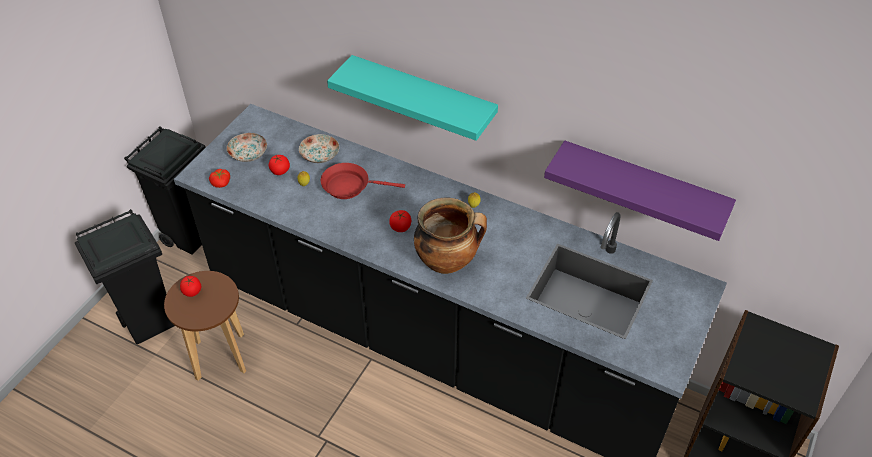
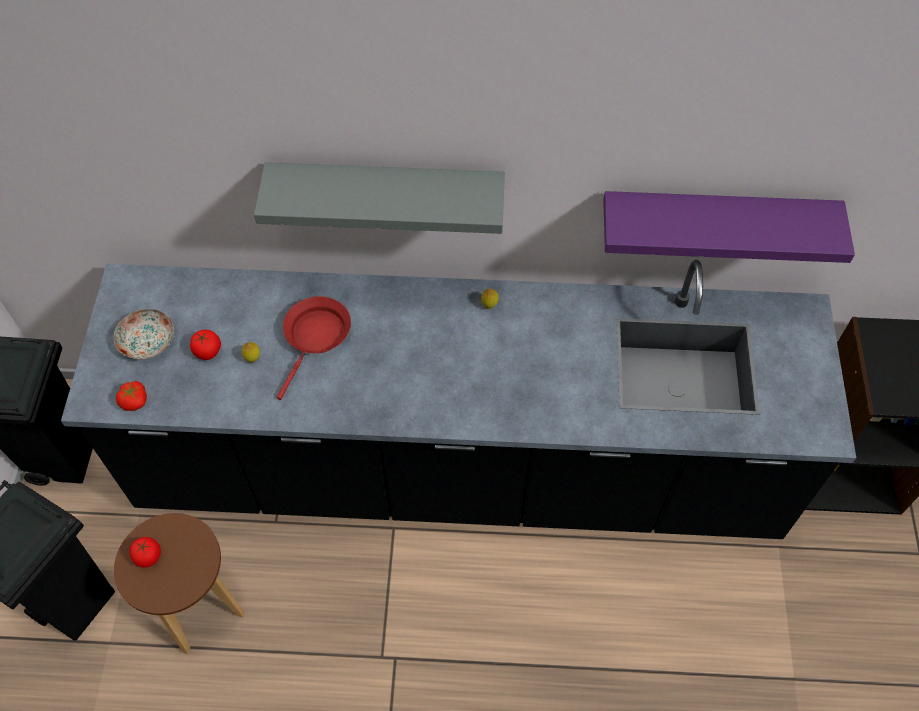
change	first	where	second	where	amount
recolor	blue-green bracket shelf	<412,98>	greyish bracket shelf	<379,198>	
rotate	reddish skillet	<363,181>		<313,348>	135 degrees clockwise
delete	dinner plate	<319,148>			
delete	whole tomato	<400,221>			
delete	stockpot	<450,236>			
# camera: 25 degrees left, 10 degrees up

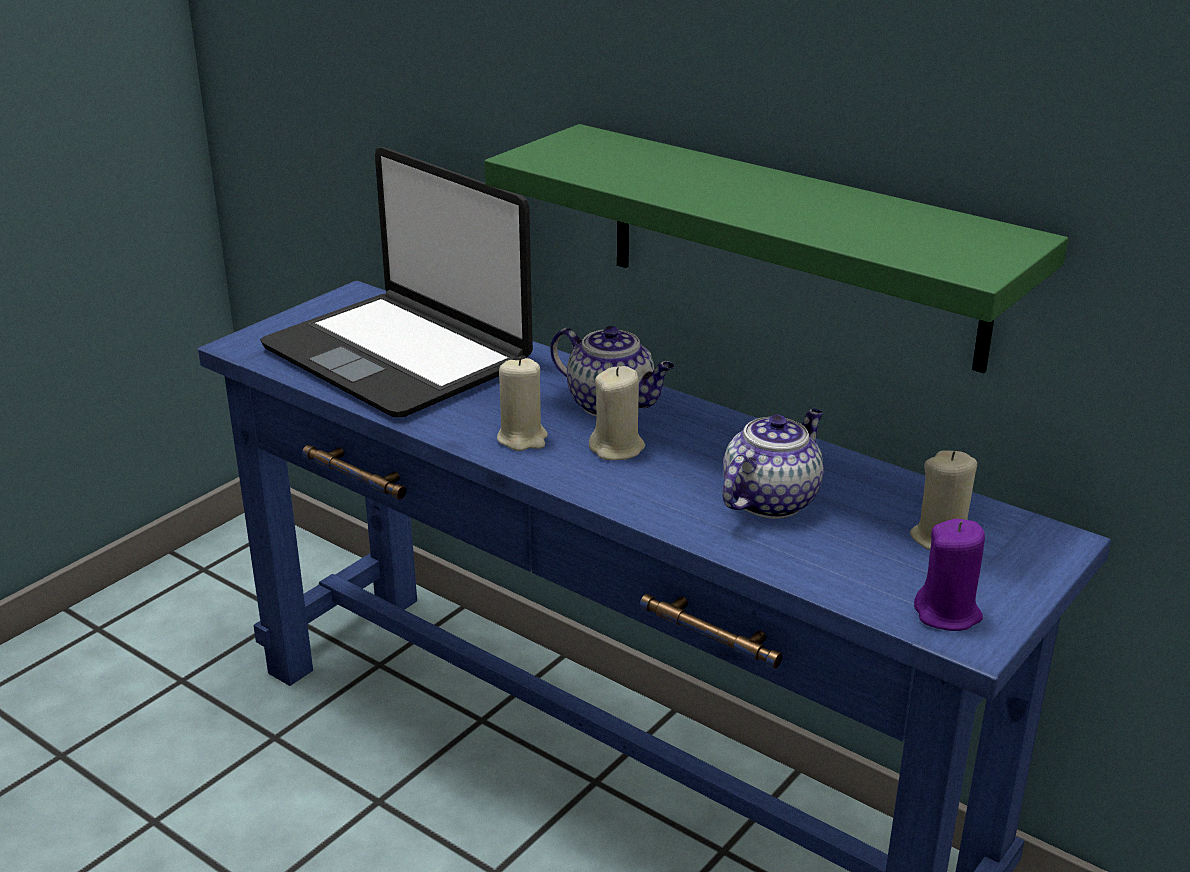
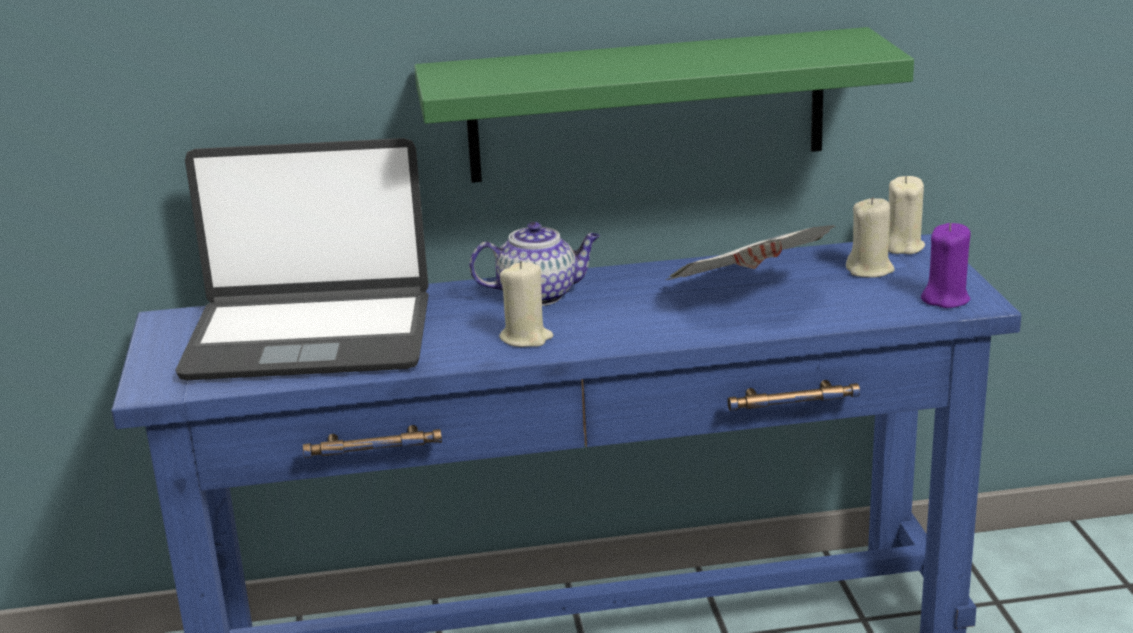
change	first	where	second	where	amount
replace	tea pot	<773,464>	daily paper	<750,252>	
move	sand-coloured wax candle	<617,413>		<906,215>	
# camera: 45 degrees left, 5 degrees down

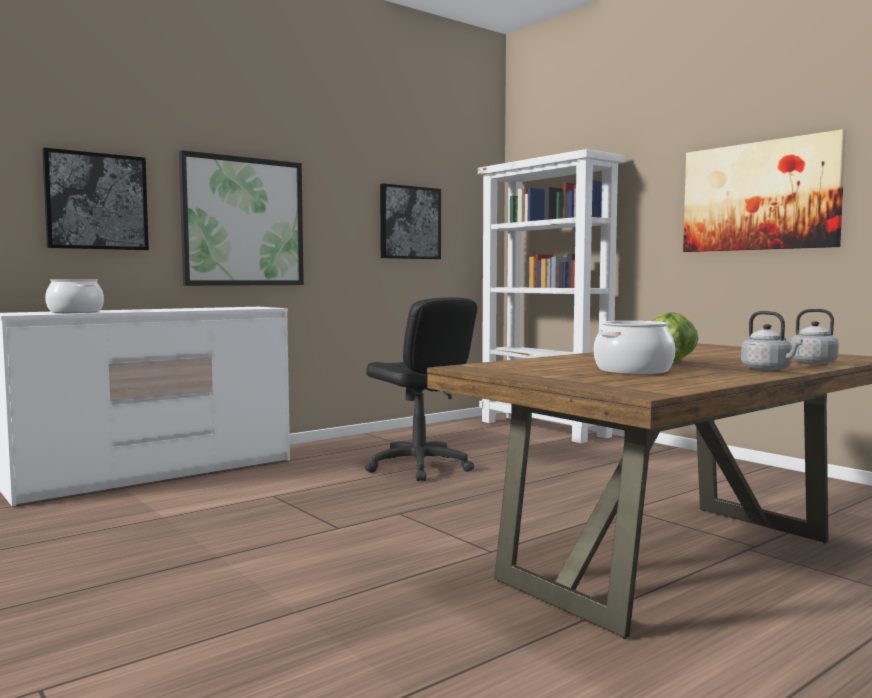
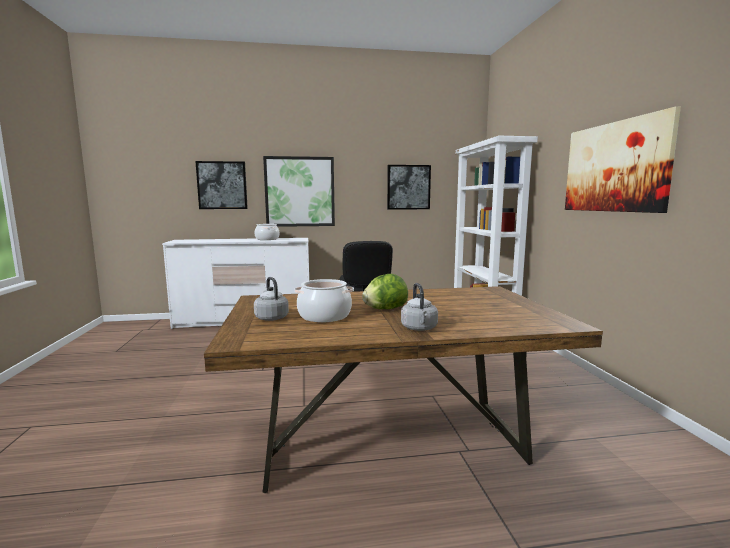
change	first	where	second	where	amount
move	stockpot	<74,296>		<266,232>	
move	greyish water kettle	<808,336>		<271,299>	
# camera: 30 degrees right, 5 degrees up

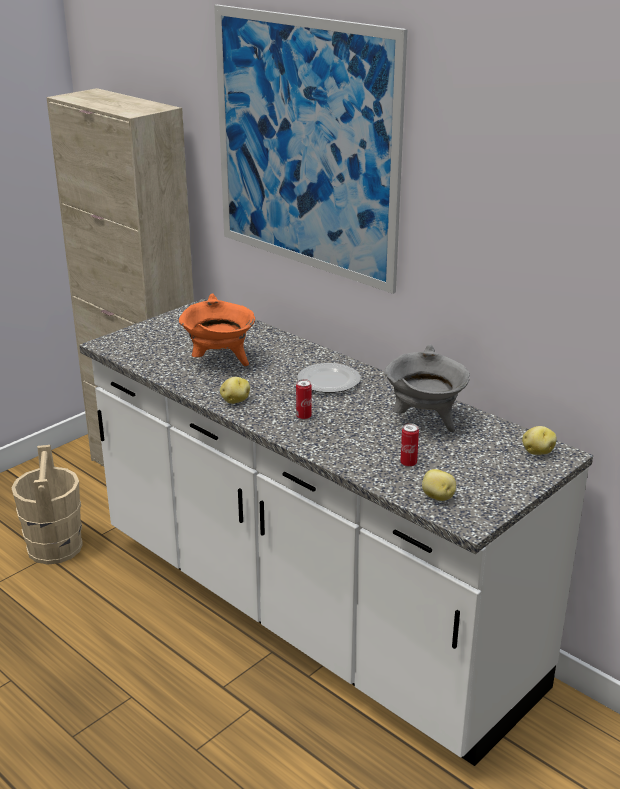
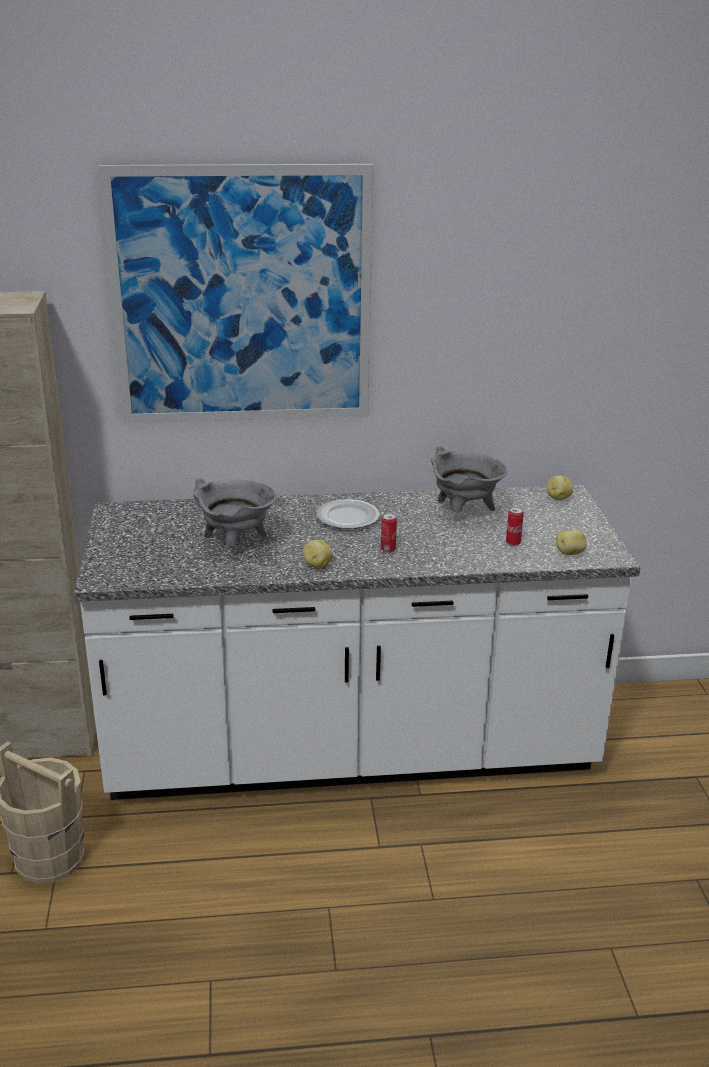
change	first	where	second	where	amount
recolor	orangey stockpot	<217,329>	greyish stockpot	<235,512>	
# camera: 50 degrees left, 0 degrees up

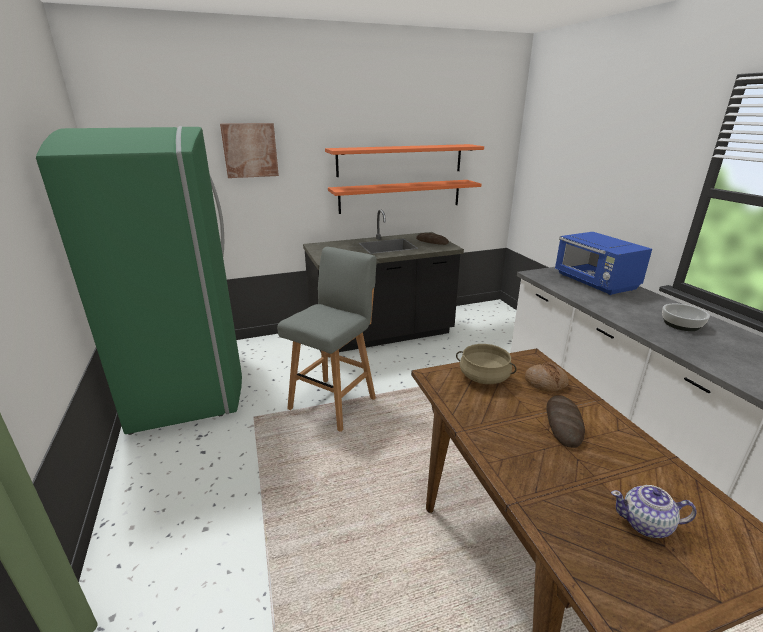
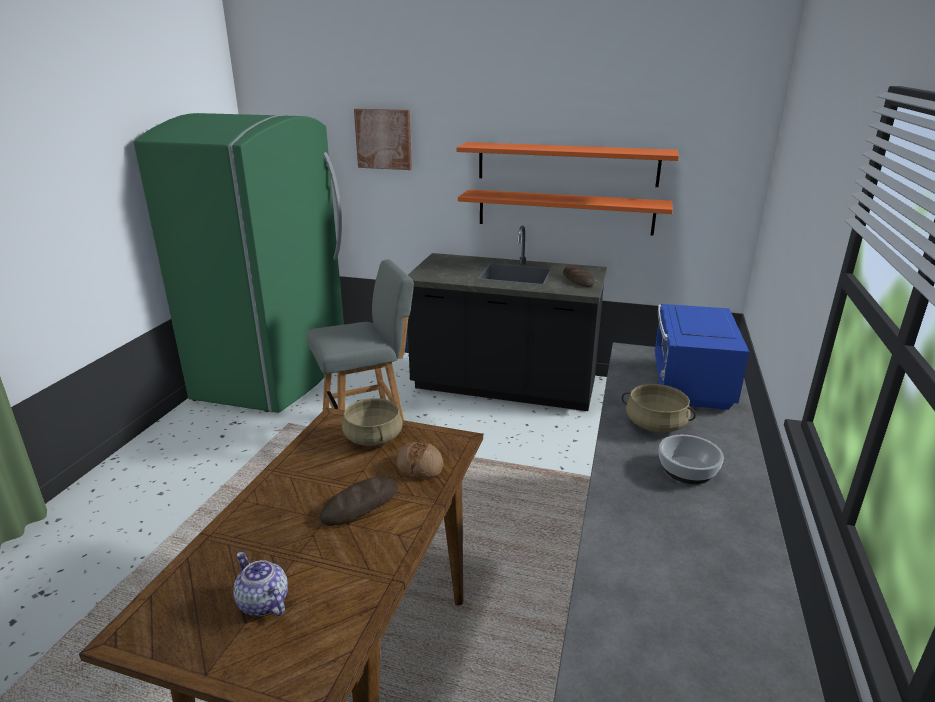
change	first	where	second	where	amount
insert			sand-coloured stockpot	<658,408>	
# camera: 35 degrees right, 0 degrees up

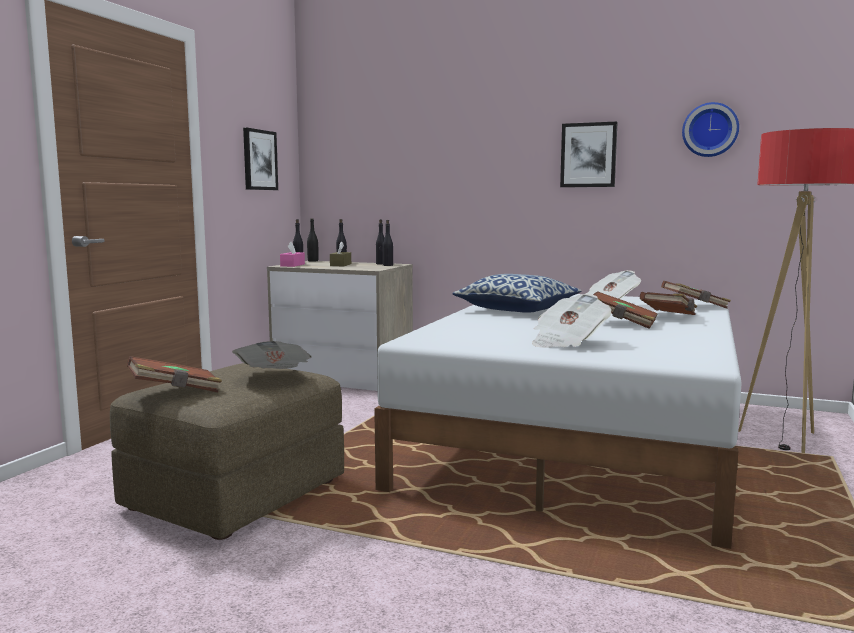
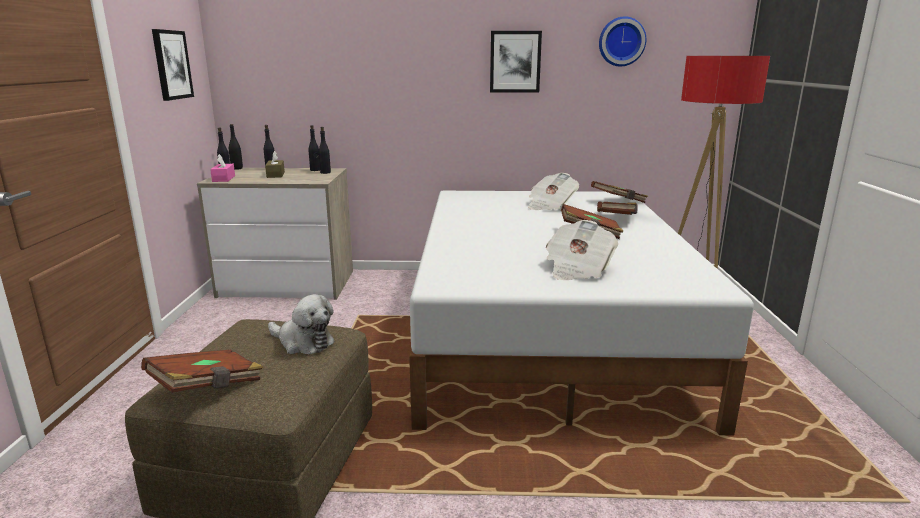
change	first	where	second	where	amount
replace	daily paper	<272,355>	soft toy	<301,324>	
delete	throw pillow	<516,293>			
# camera: 20 degrees left, 10 degrees up

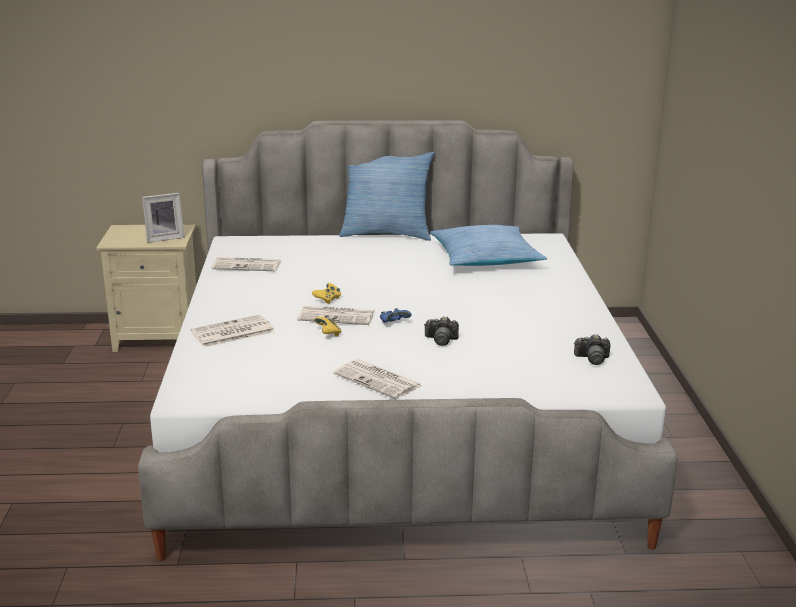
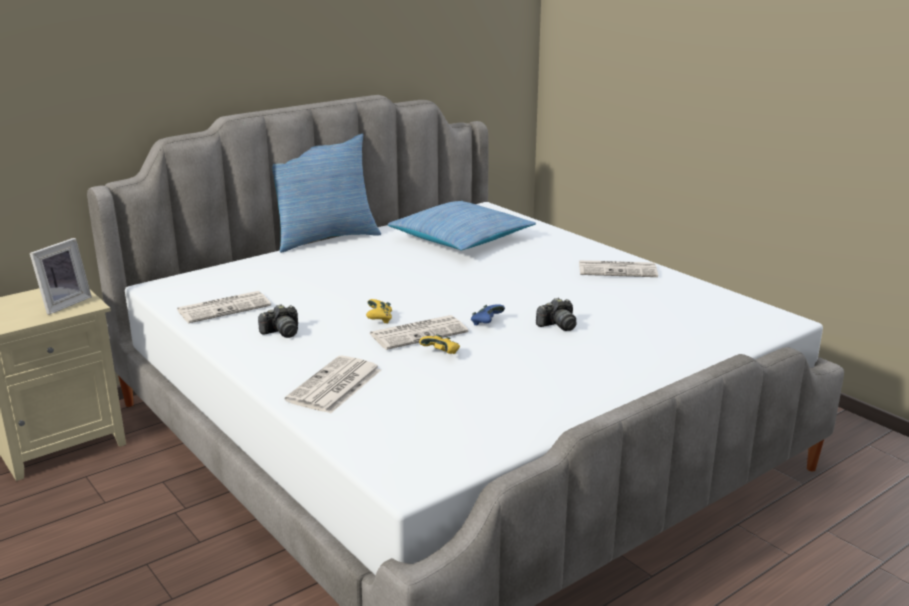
change	first	where	second	where	amount
move	photo camera	<592,349>		<278,321>	
move	daily paper	<377,379>		<618,268>	
# camera: 35 degrees left, 0 degrees up

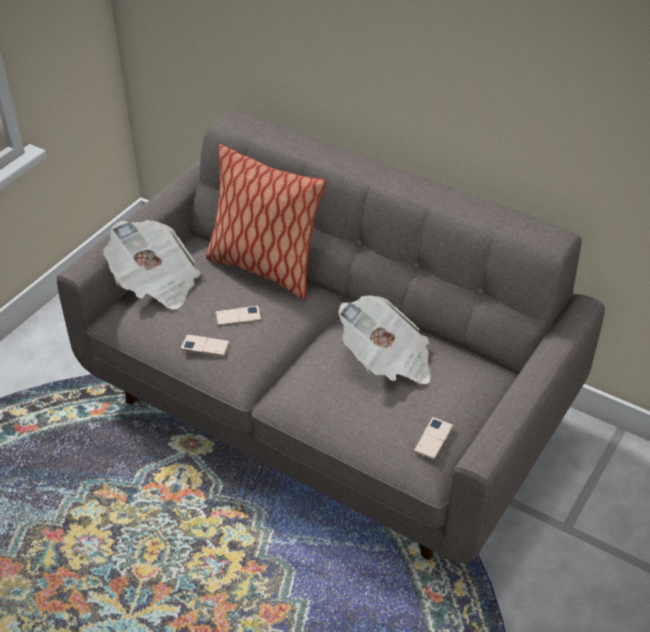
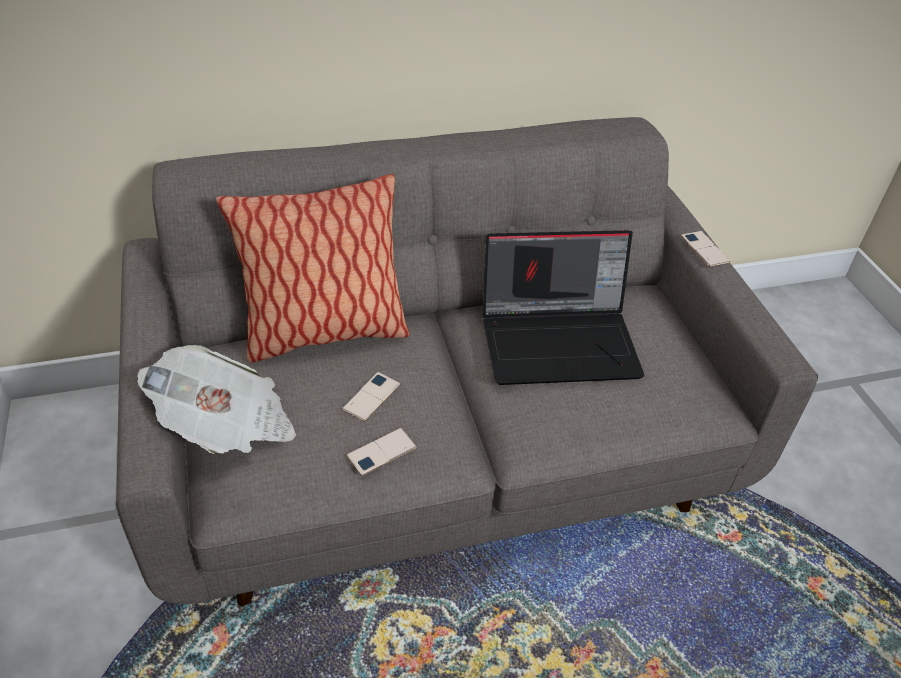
change	first	where	second	where	amount
replace	daily paper	<384,339>	laptop	<563,307>	
move	telephone	<433,438>		<705,249>	
# camera: 50 degrees left, 0 degrees up

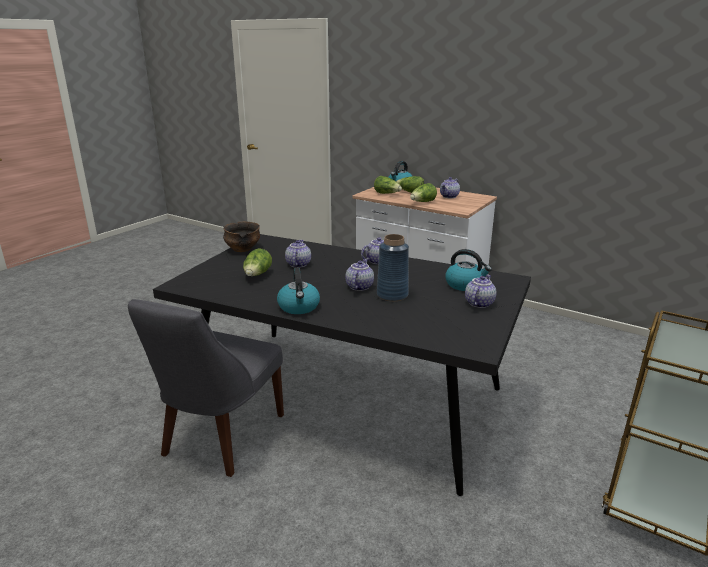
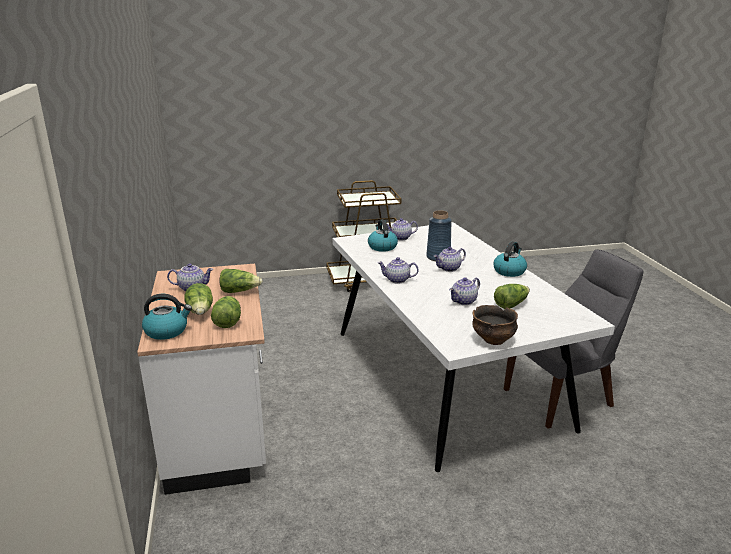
change	first	where	second	where	amount
recolor	black-coloured kitchen table	<342,365>	white-coloured kitchen table	<473,347>	
# camera: 135 degrees left, 0 degrees up

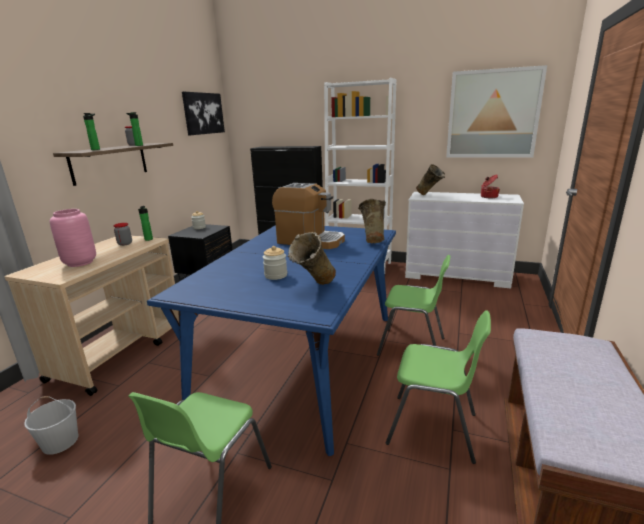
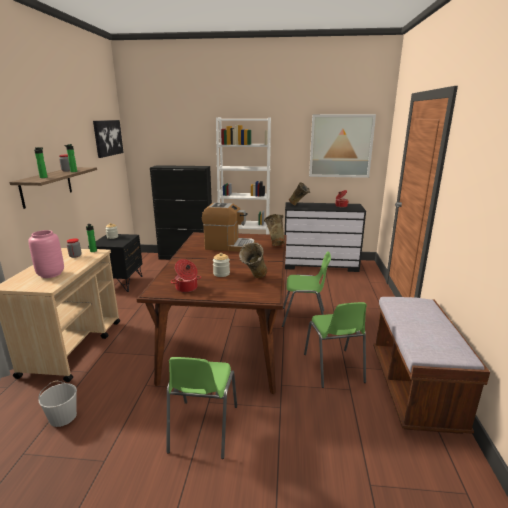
change	first	where	second	where	amount
recolor	bluish kitchen table	<271,340>	brown kitchen table	<212,313>	
insert			stockpot	<186,275>	
recolor	white-coloured dresser	<464,240>	black-coloured dresser	<325,237>	
rotate	green-coloured chair	<438,387>		<335,345>	75 degrees clockwise
# camera: 15 degrees left, 0 degrees up

